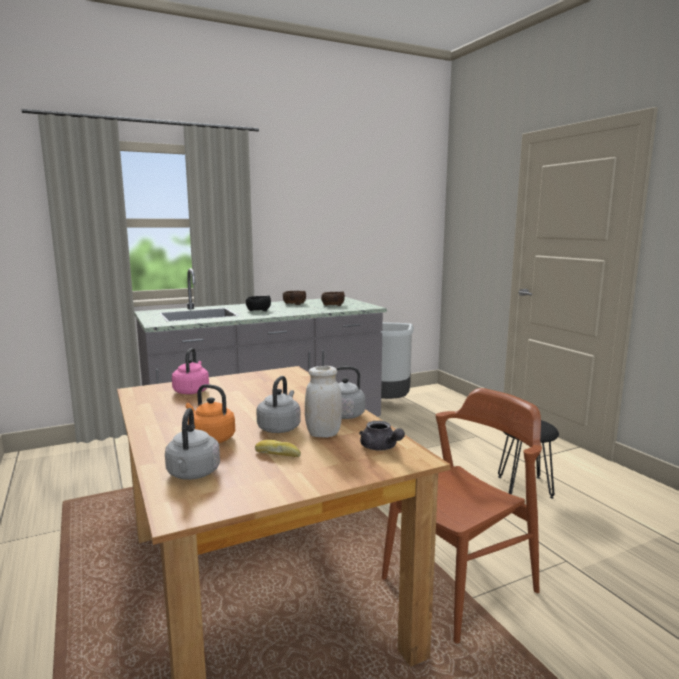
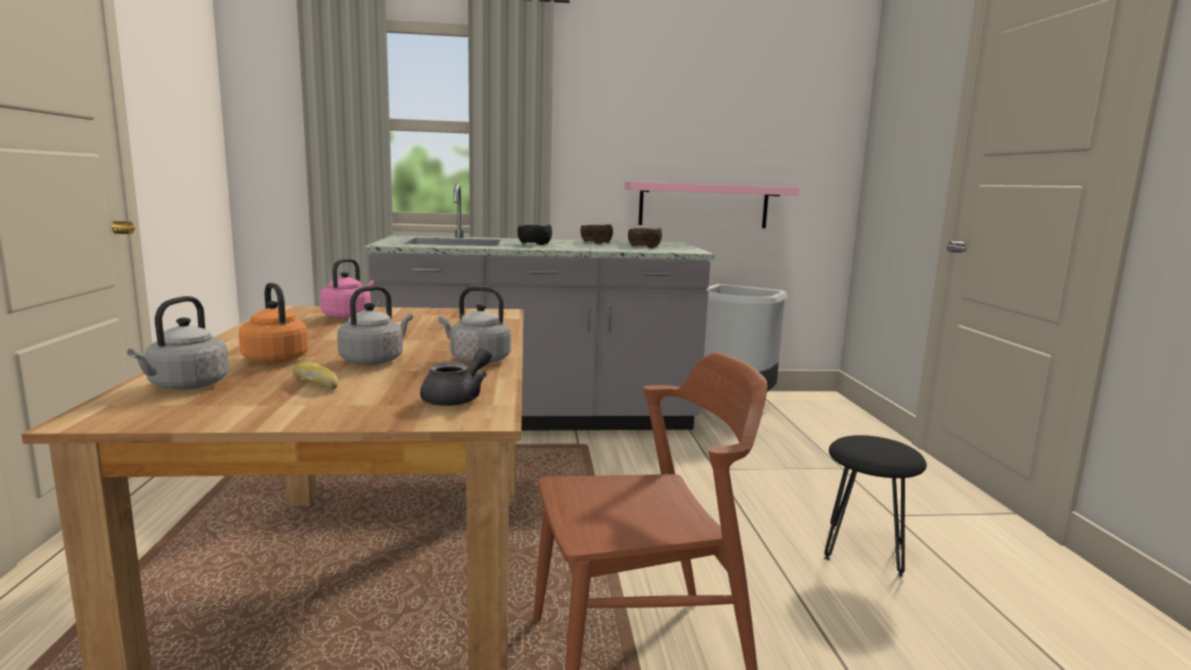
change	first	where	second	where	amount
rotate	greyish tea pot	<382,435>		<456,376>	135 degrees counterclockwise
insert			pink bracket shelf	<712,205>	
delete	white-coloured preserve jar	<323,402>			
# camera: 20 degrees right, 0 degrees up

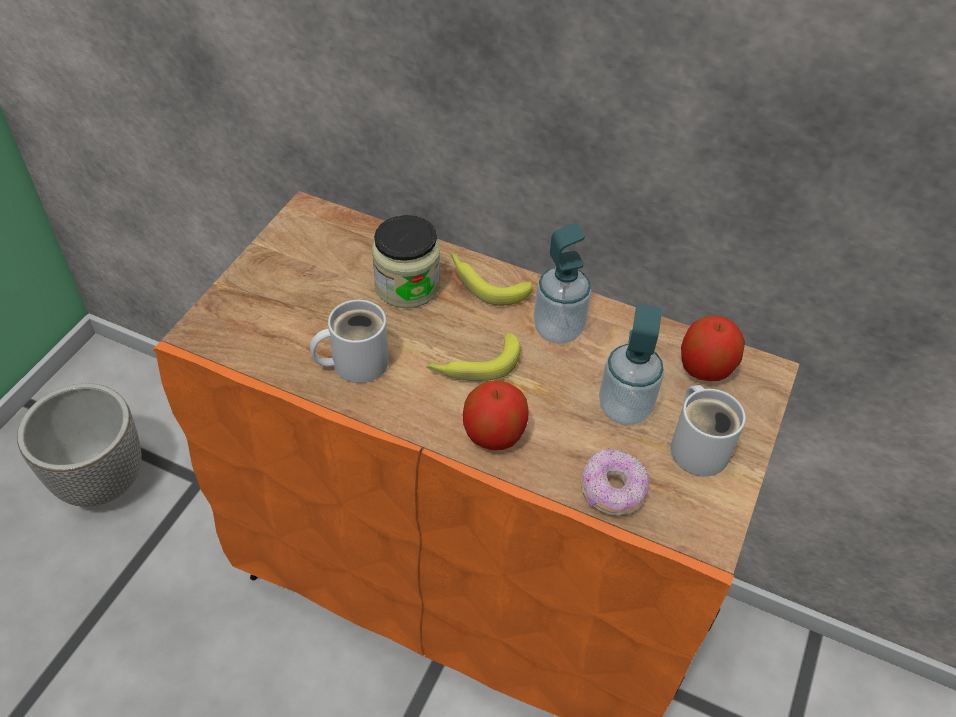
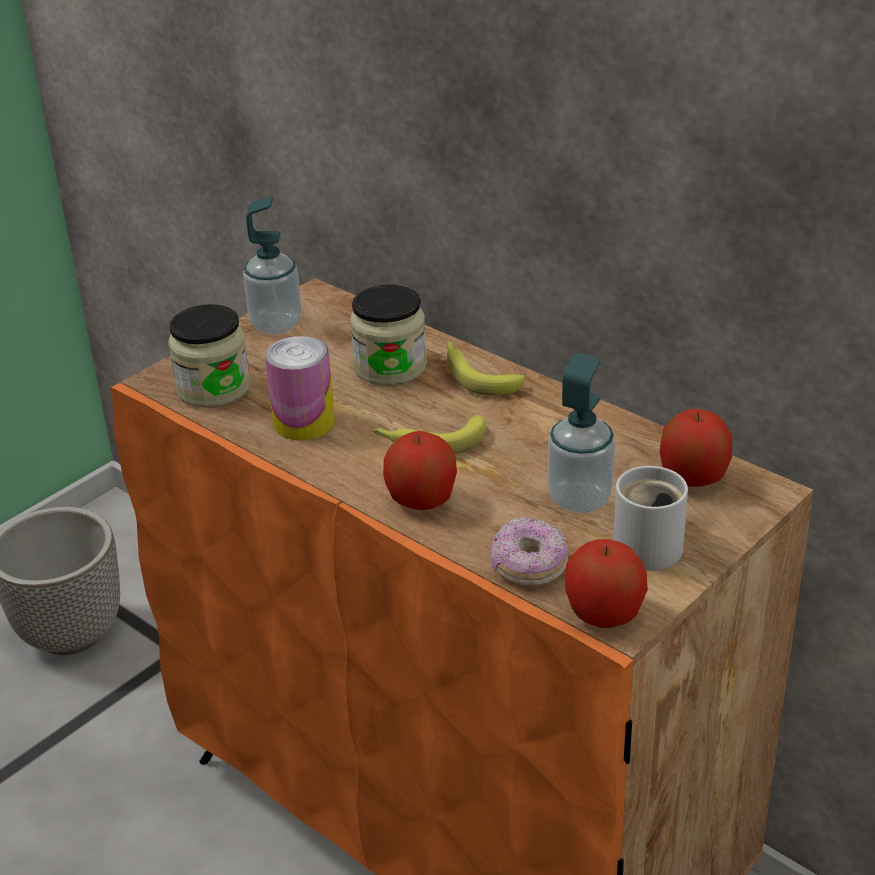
change	first	where	second	where	amount
insert			preserve jar	<209,356>	
move	soap bottle	<562,283>		<272,266>	
replace	white-coloured mug	<349,341>	sealed can	<300,388>	
insert			apple fruit	<606,583>	
# camera: 20 degrees right, 15 degrees down

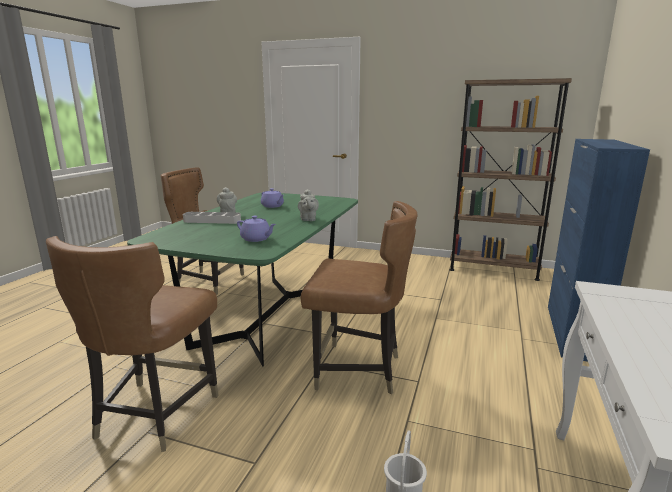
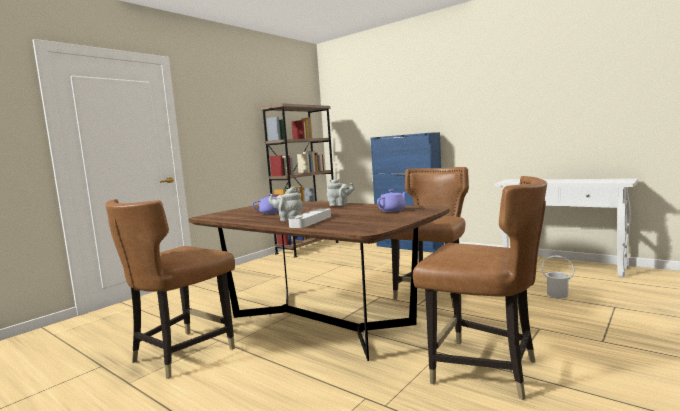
change	first	where	second	where	amount
recolor	green-coloured kitchen table	<242,279>	brown kitchen table	<319,281>	
# camera: 70 degrees left, 10 degrees down

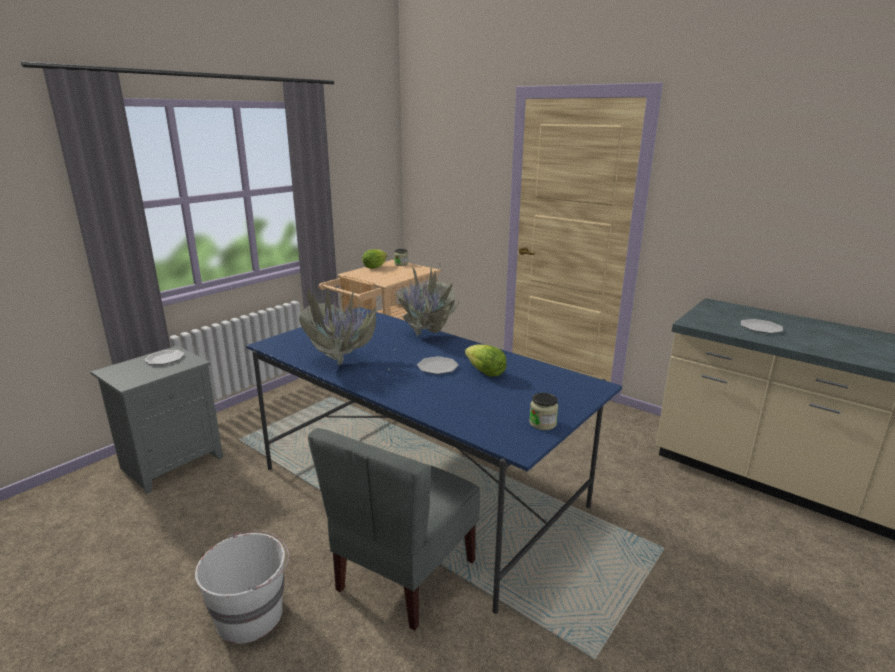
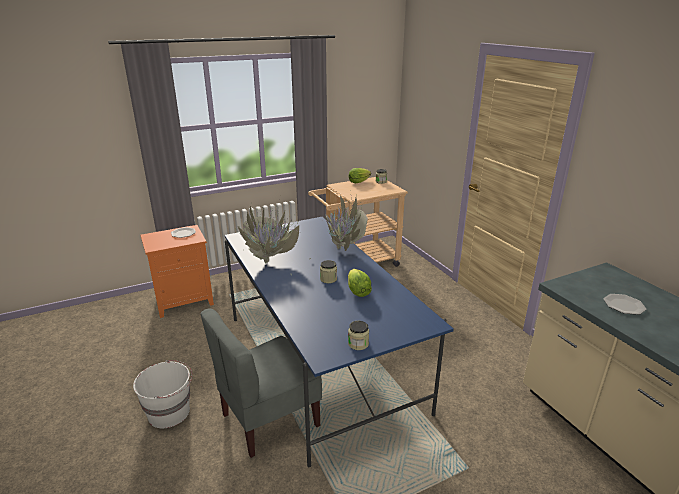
change	first	where	second	where	amount
recolor	greyish night table	<157,420>	orangey night table	<177,271>	
replace	dinner plate	<437,365>	preserve jar	<328,271>	
# camera: 25 degrees right, 5 degrees up

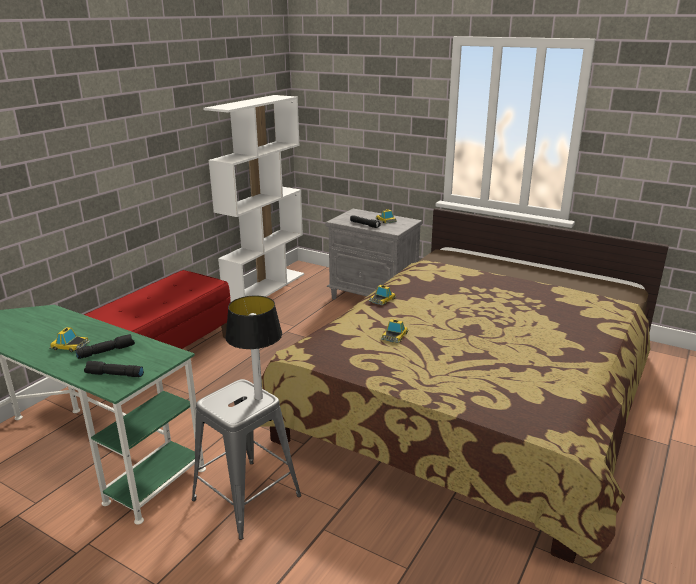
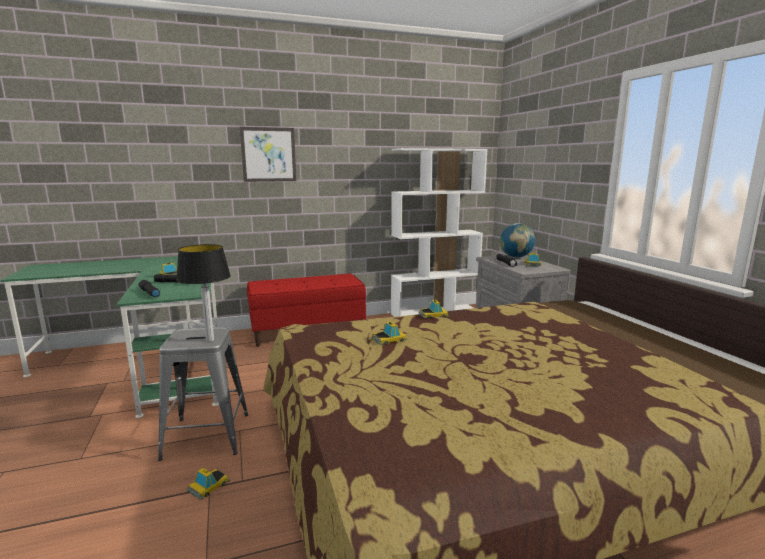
change	first	where	second	where	amount
insert			miniature car	<208,484>	
insert			picture	<268,154>	
insert			globe	<517,240>	
# camera: 40 degrees right, 10 degrees down

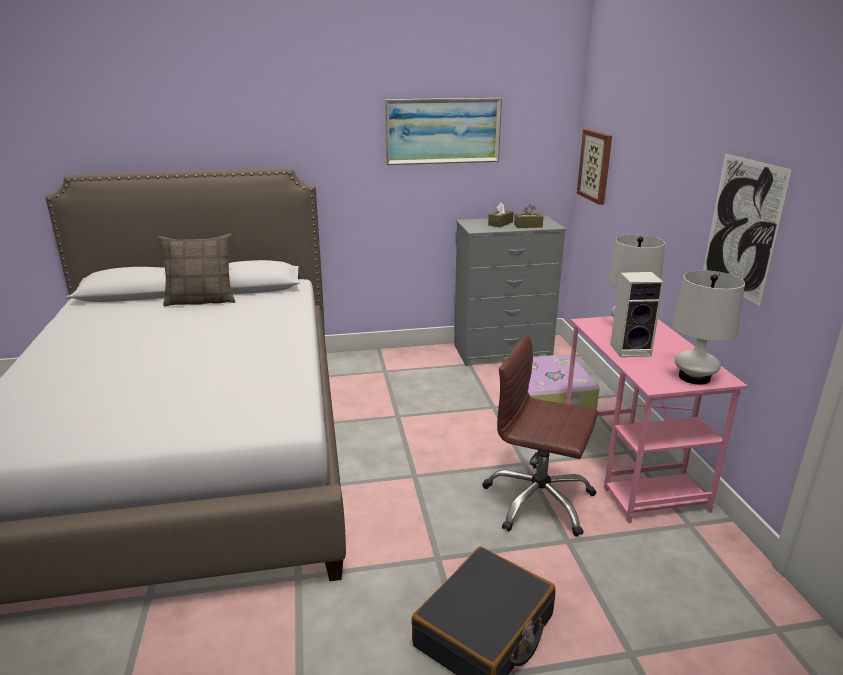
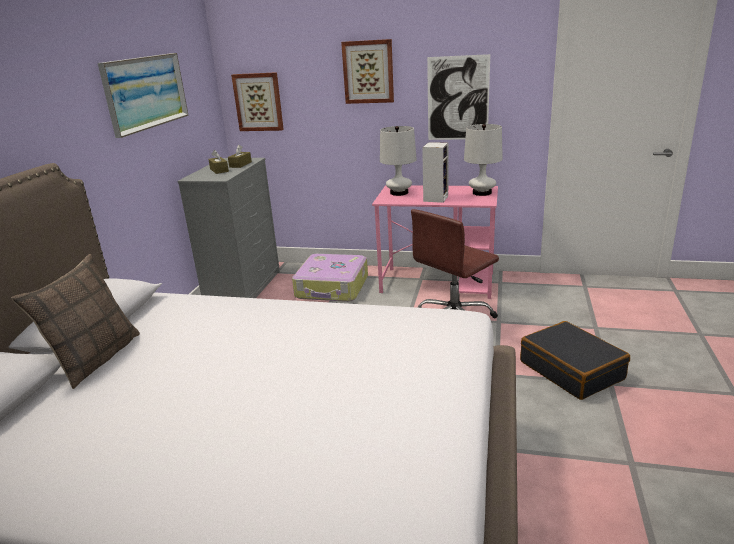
change	first	where	second	where	amount
insert			picture	<367,71>	
# camera: 65 degrees left, 0 degrees up

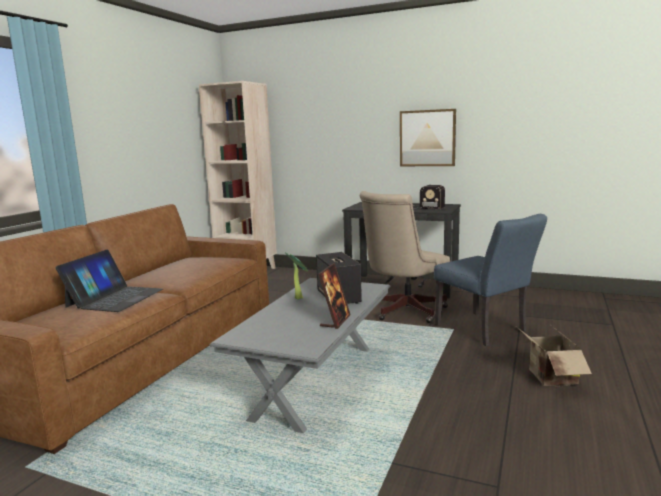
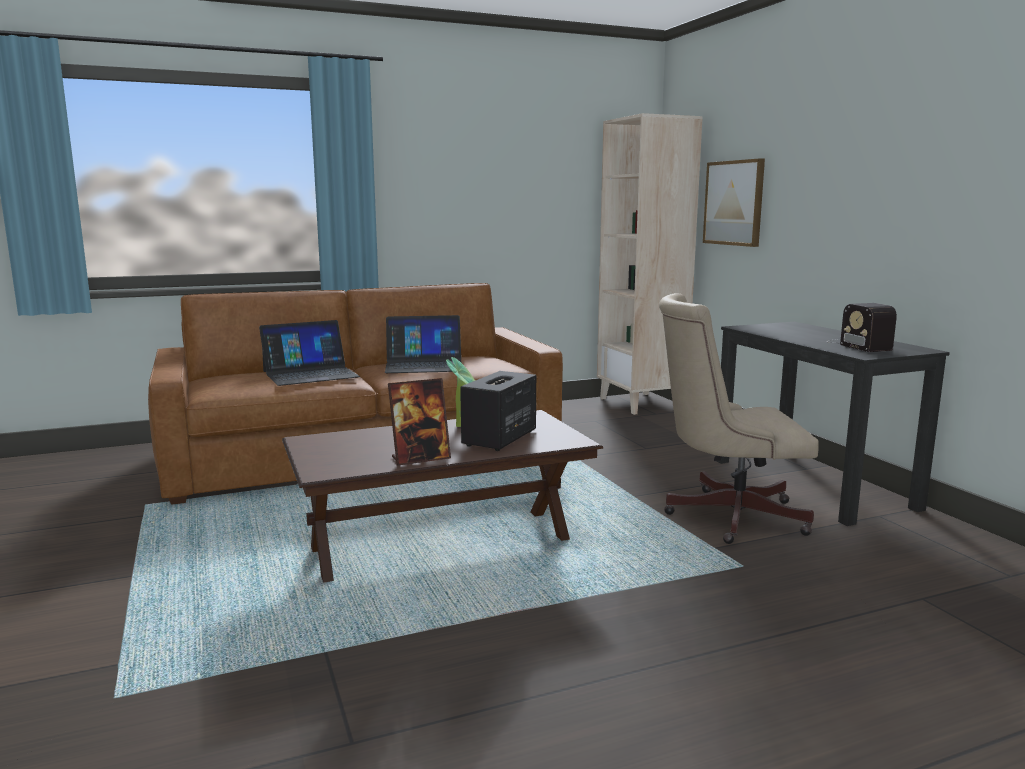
change	first	where	second	where	amount
recolor	greyish lounge table	<300,355>	brown lounge table	<442,496>	
insert			laptop	<423,344>	
move	picture	<428,137>		<734,202>	
delete	bluish chair	<490,280>			
delete	packing box	<554,356>			
# camera: 45 degrees right, 0 degrees up

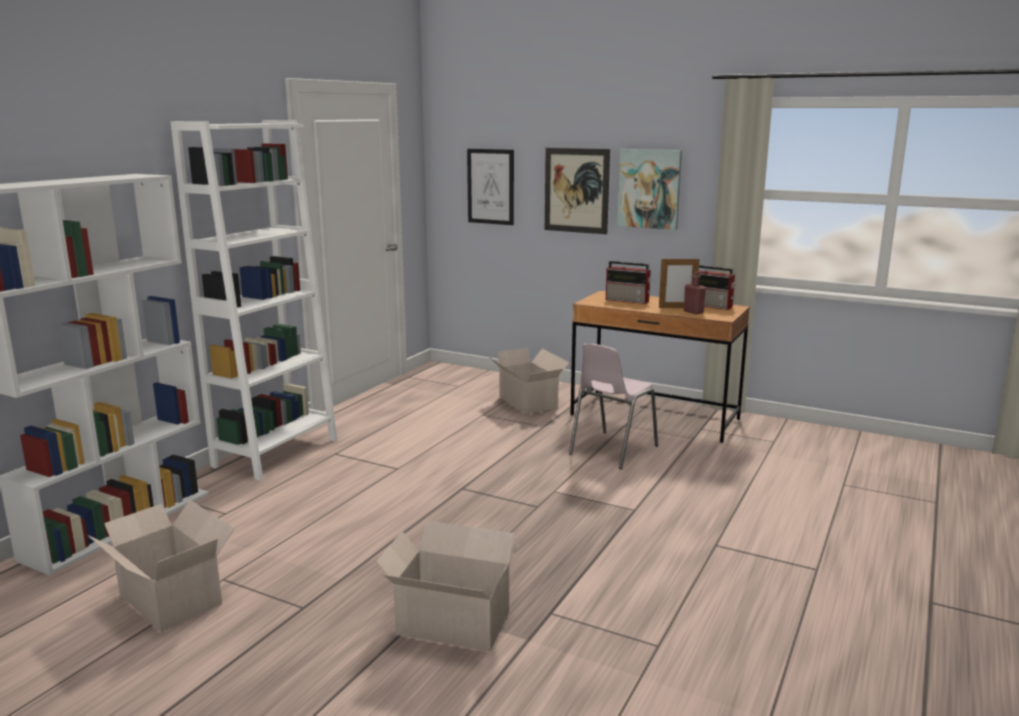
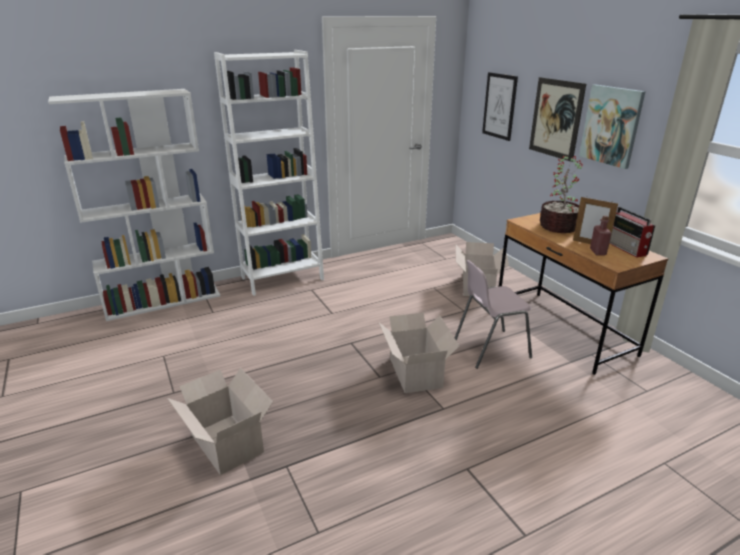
change	first	where	second	where	amount
move	packing box	<160,566>		<419,353>	
replace	radio receiver	<629,282>	potted plant	<561,194>	
# camera: 35 degrees right, 10 degrees up

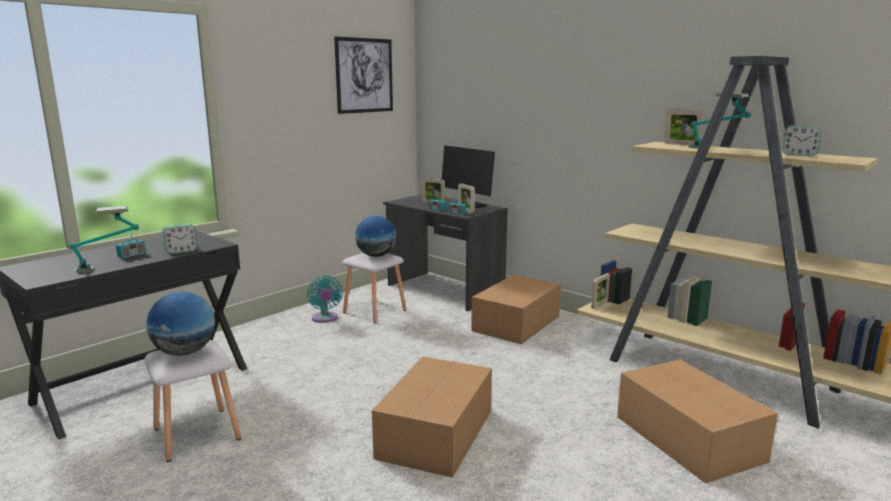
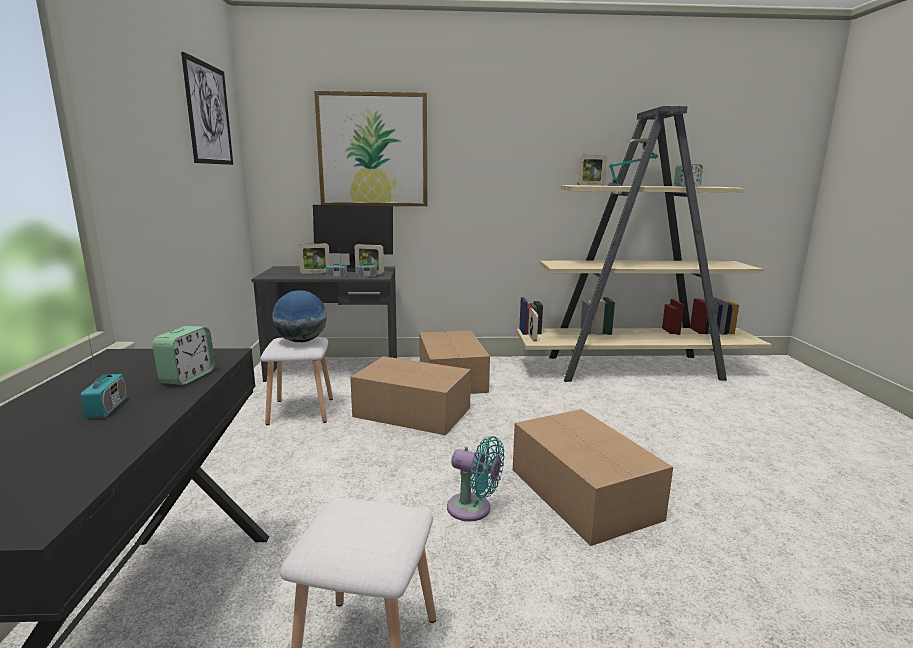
change	first	where	second	where	amount
insert			picture	<370,148>	
move	packing box	<697,421>		<410,395>	
move	blue-green electric fan	<325,299>		<476,478>	
delete	lamp for a table	<104,239>			
delete	globe	<180,324>			
# camera: 45 degrees left, 0 degrees up

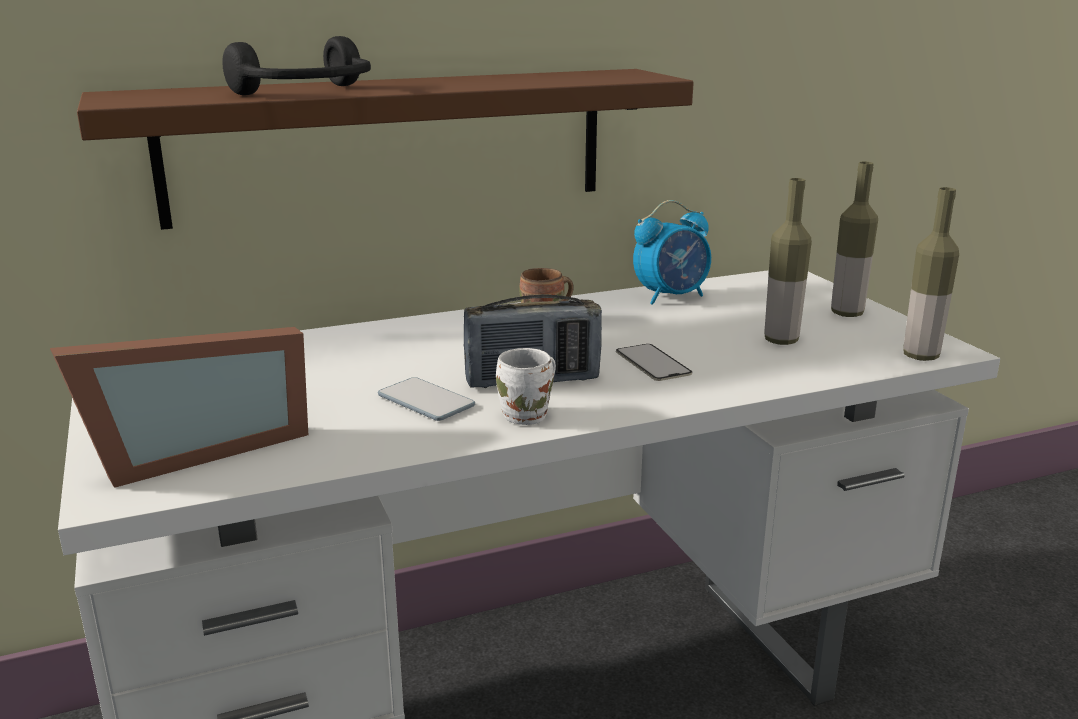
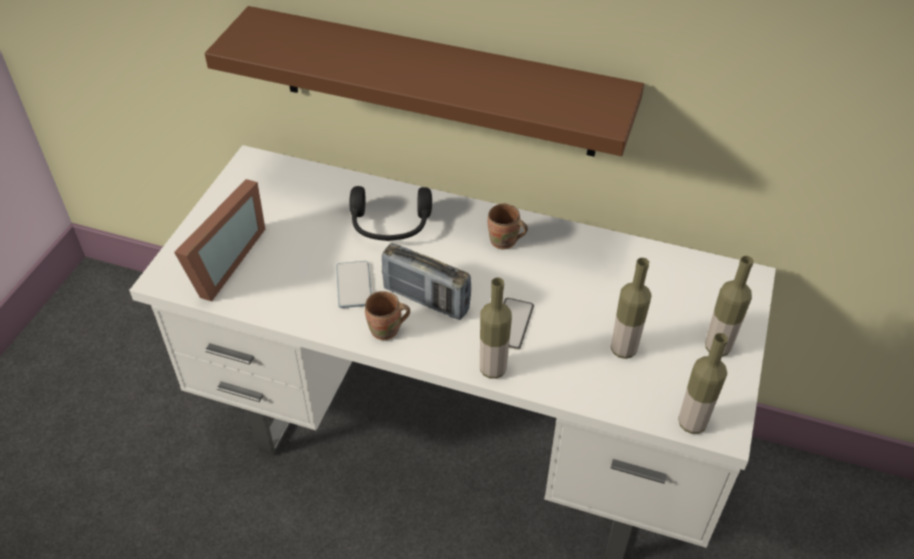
change	first	where	second	where	amount
rotate	standing frame	<179,407>		<219,240>	75 degrees counterclockwise
move	black-coloured headphones	<296,65>		<390,213>	
recolor	white-coloured mug	<526,386>	brown mug	<387,315>	
insert			drink bottle	<496,328>	
delete	table clock	<672,252>			
# camera: 40 degrees right, 25 degrees up

